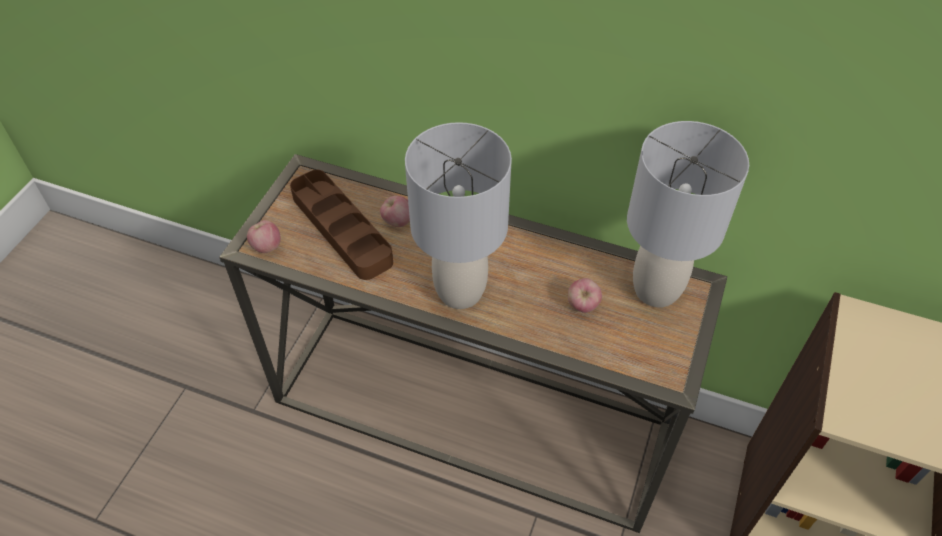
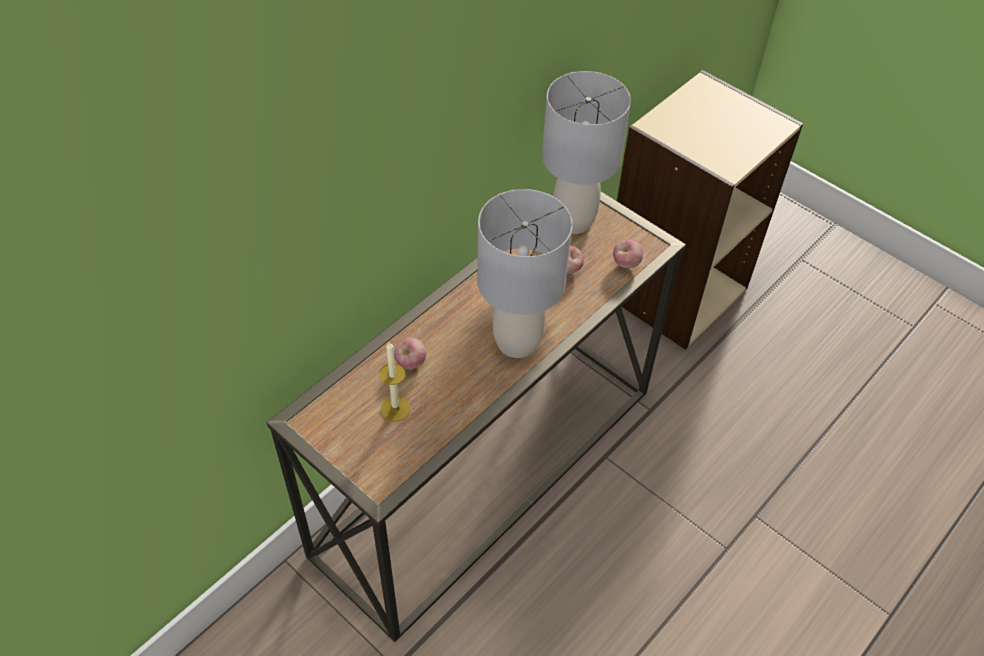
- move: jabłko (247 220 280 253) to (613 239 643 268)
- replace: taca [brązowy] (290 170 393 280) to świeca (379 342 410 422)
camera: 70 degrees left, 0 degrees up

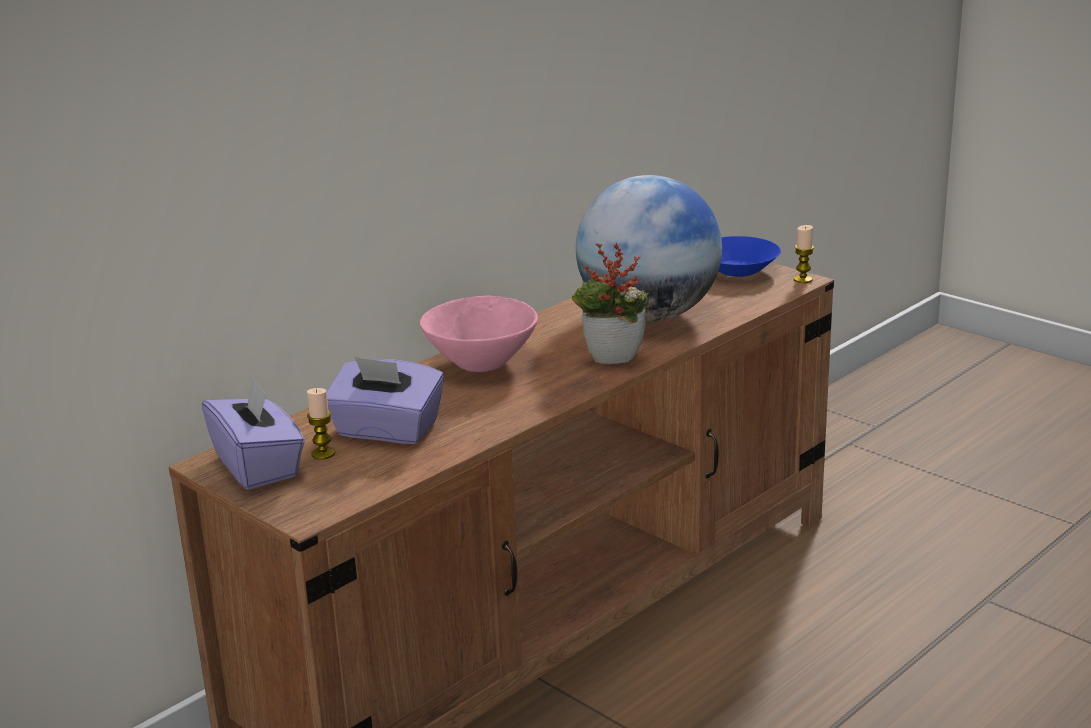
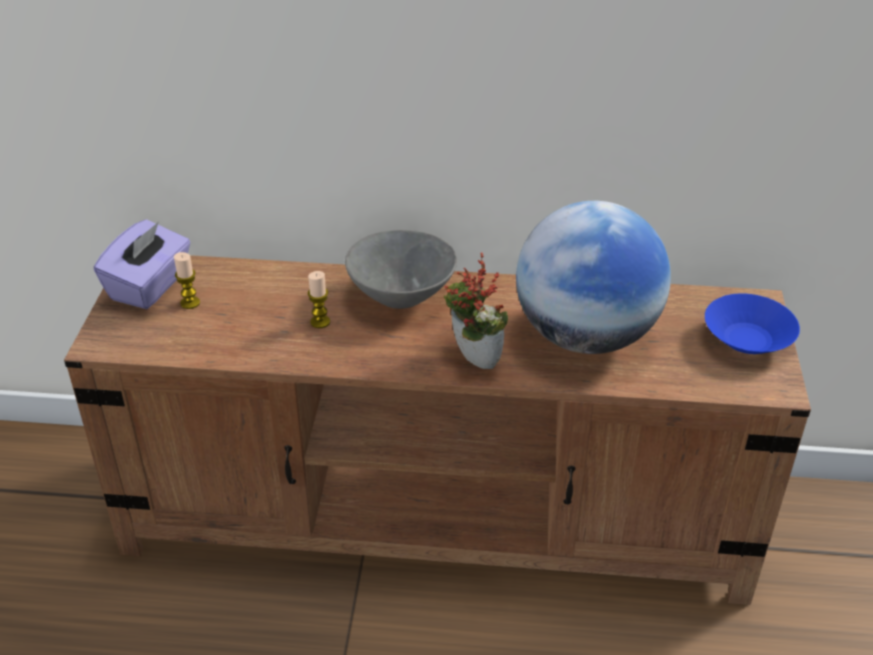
- delete: pudełko chusteczek [fioletowy] (327 356 444 444)
- move: świeca (794 225 814 283) to (308 271 330 328)
- recolor: miska [różowy] (420 296 538 372) to miska [szary] (345 230 457 309)
camera: 50 degrees right, 15 degrees up

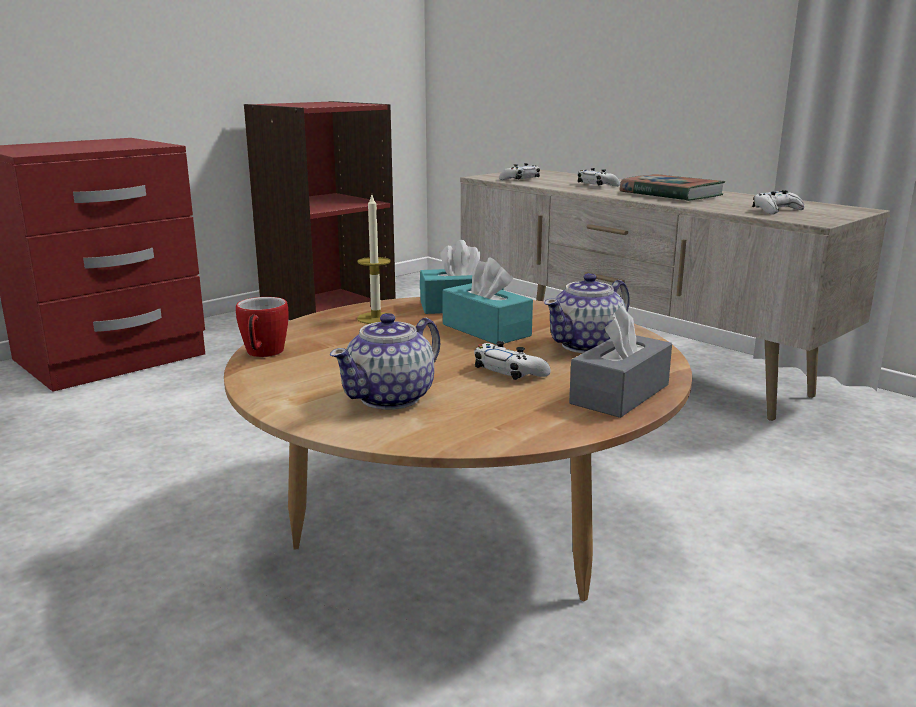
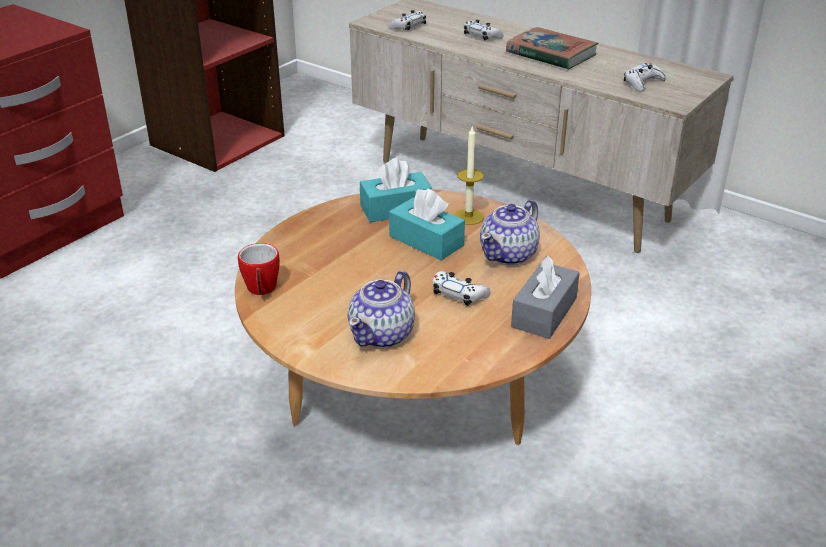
- move: świeca (357 195 391 324) to (454 125 484 225)
camera: 10 degrees left, 15 degrees up

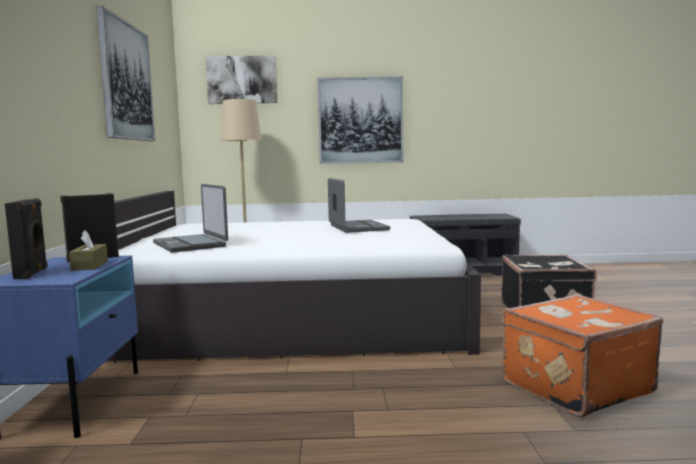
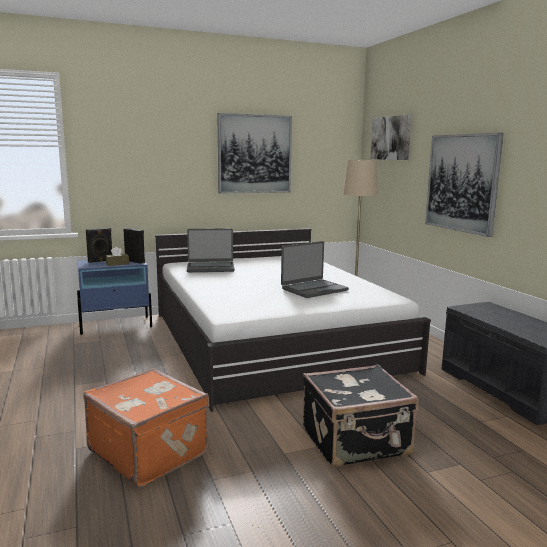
- rotate: laptop (153 184 228 253) = (187 228 235 272) 135 degrees counterclockwise
camera: 70 degrees right, 5 degrees up

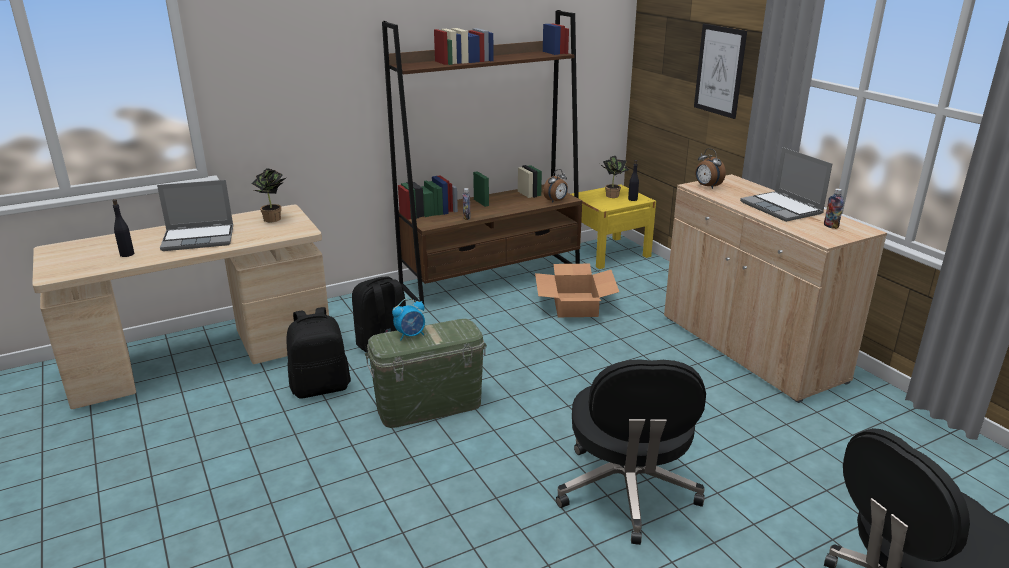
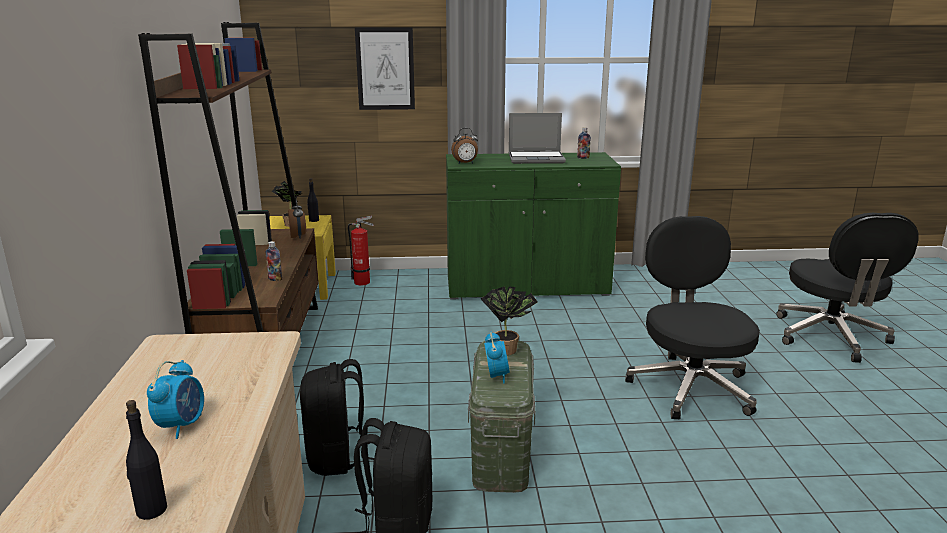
- delete: karton (535 264 619 317)
- insert: gaśnica (348 216 374 285)
- move: roślina doniczkowa (251 168 286 222) to (481 286 538 355)
- replace: laptop (157 180 233 251) to budzik (147 360 204 439)
- recolor: szafka [beżowy] (664 174 887 403) to szafka [zielony] (446 152 621 300)
- rotate: krzesło biurowe [czarny] (556 359 706 545) = (625 216 760 419) 120 degrees counterclockwise
camera: 65 degrees left, 5 degrees down

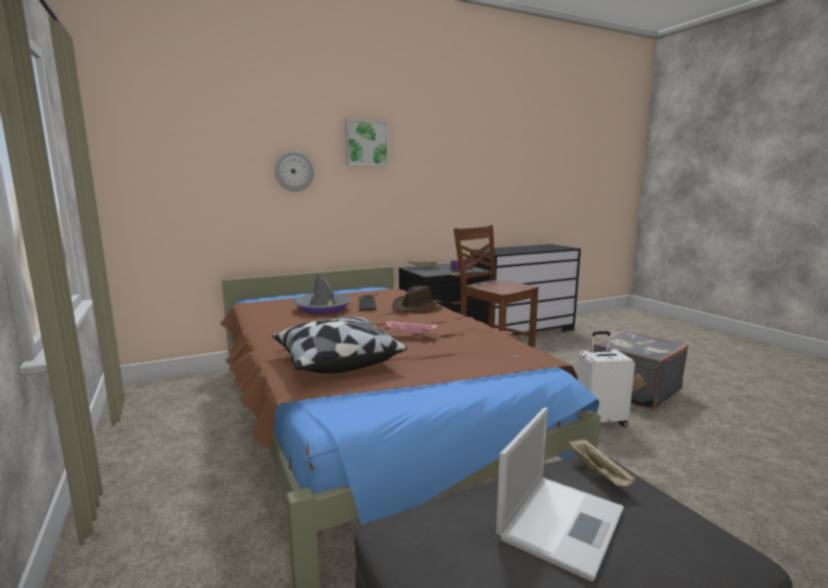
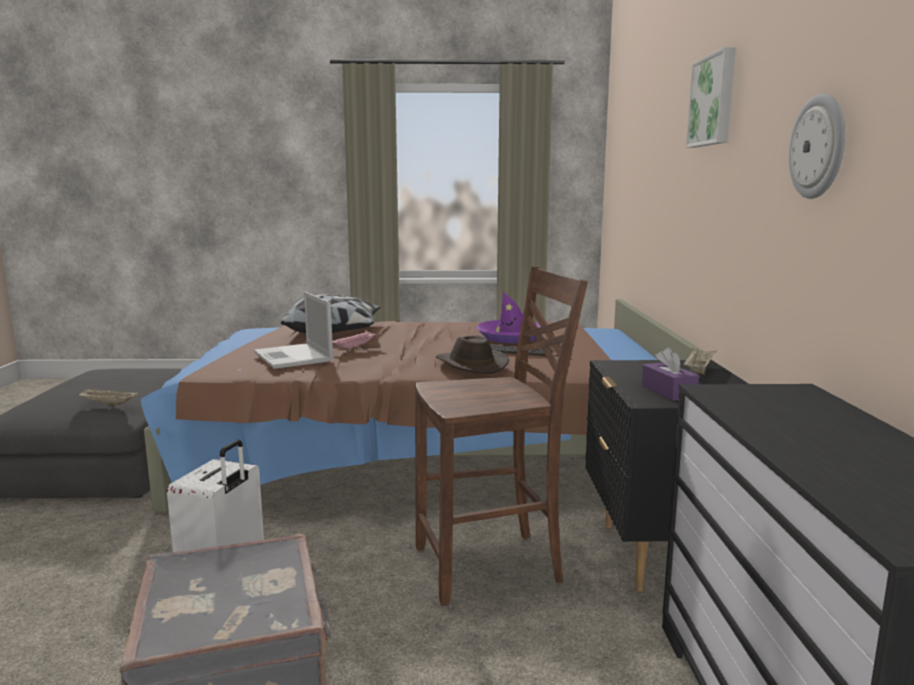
- move: zegar ścienny (275 151 314 192) to (789 94 845 199)
- move: laptop (496 408 624 582) to (254 292 333 369)
- recolor: kapelusz [szary] (293 274 351 314) to kapelusz [fioletowy] (476 292 541 343)
camera: 115 degrees right, 0 degrees up

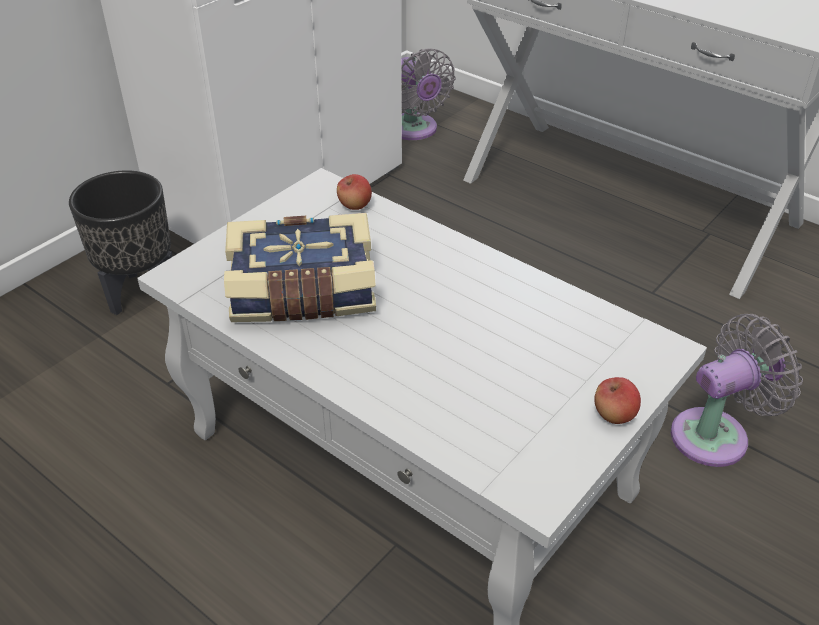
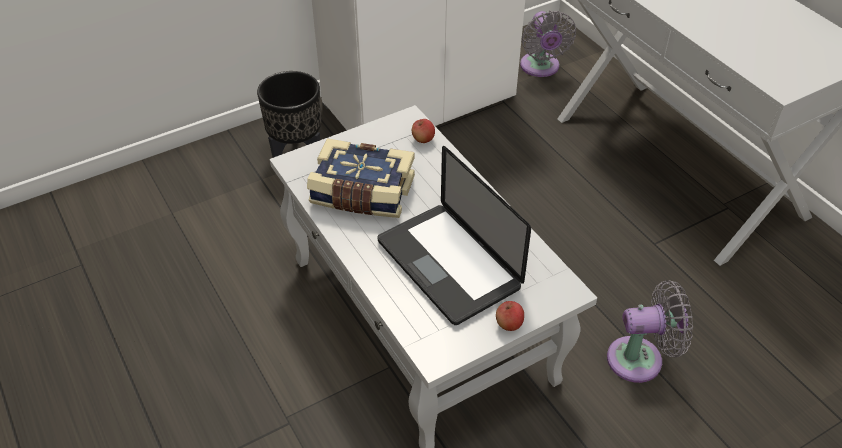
- insert: laptop (377 146 531 325)
camera: 20 degrees right, 5 degrees up

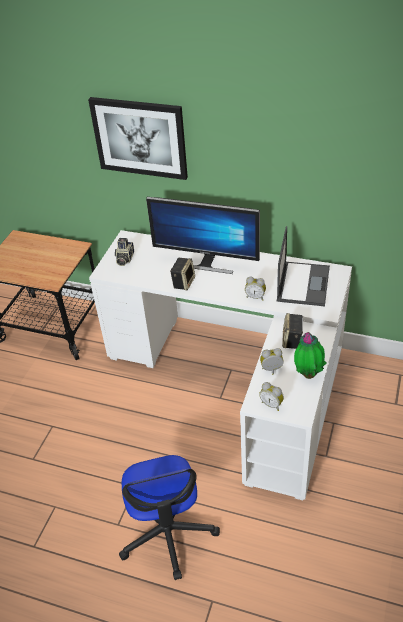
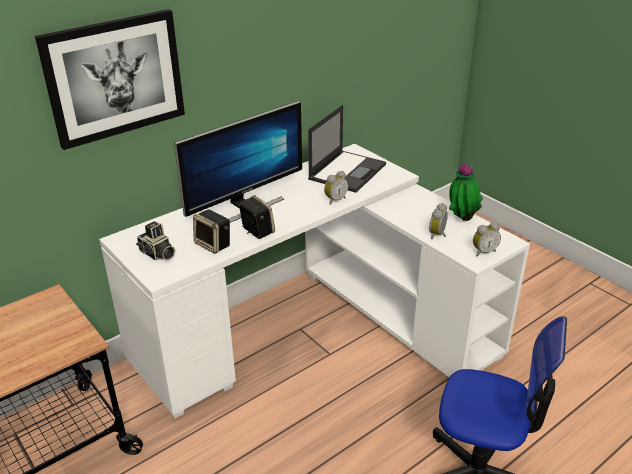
- move: głośnik (282 313 303 349) to (193 209 230 254)
- rotate: laptop (277 226 330 306) = (308 105 386 193) 75 degrees clockwise
camera: 60 degrees left, 10 degrees down

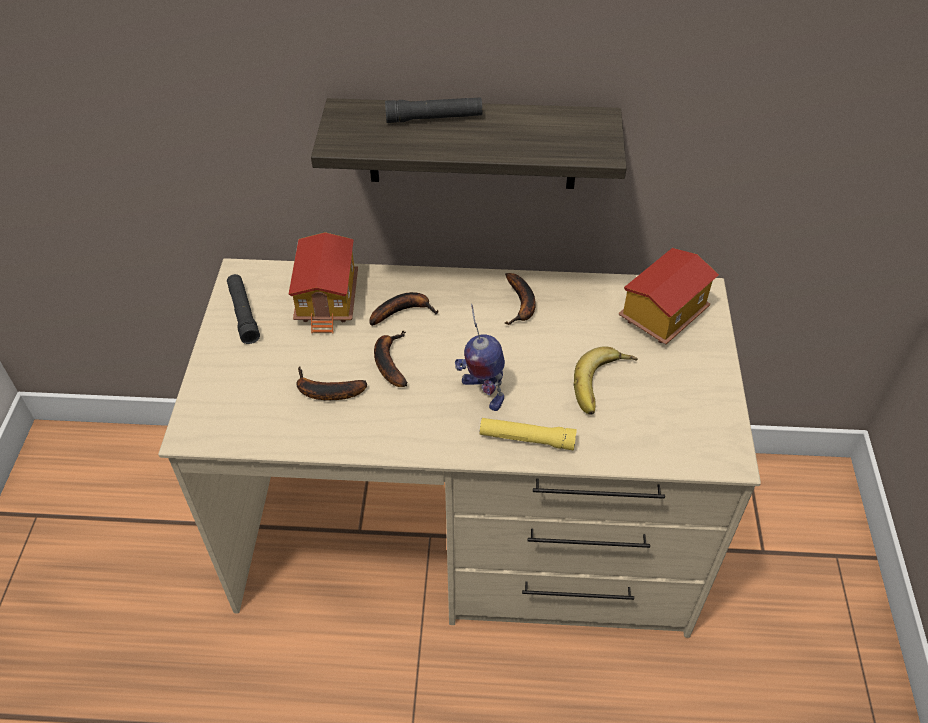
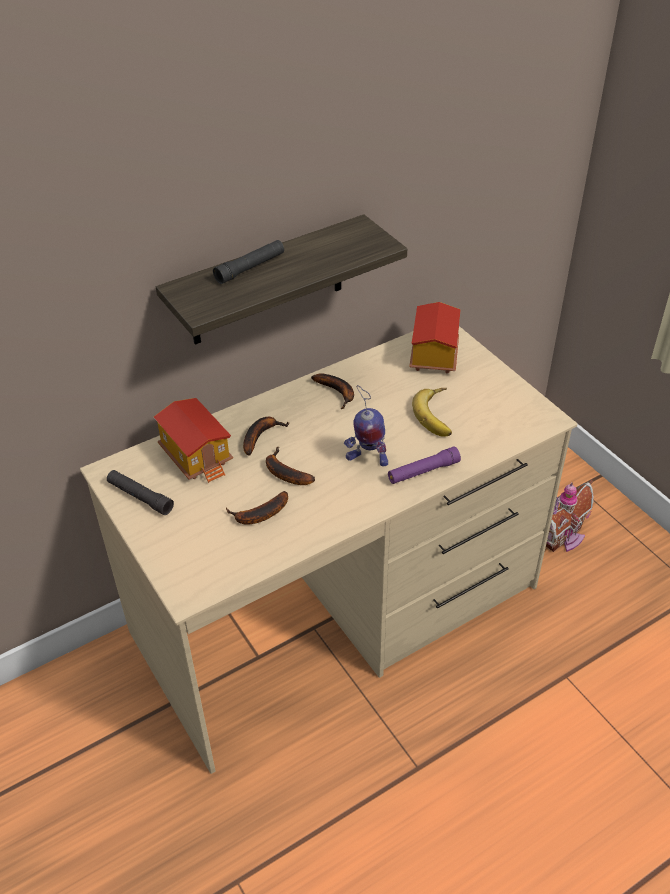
- insert: domek (546 480 594 552)
- recolor: latarka [żółty] (480 418 577 450) to latarka [fioletowy] (388 446 461 484)
camera: 35 degrees left, 5 degrees down

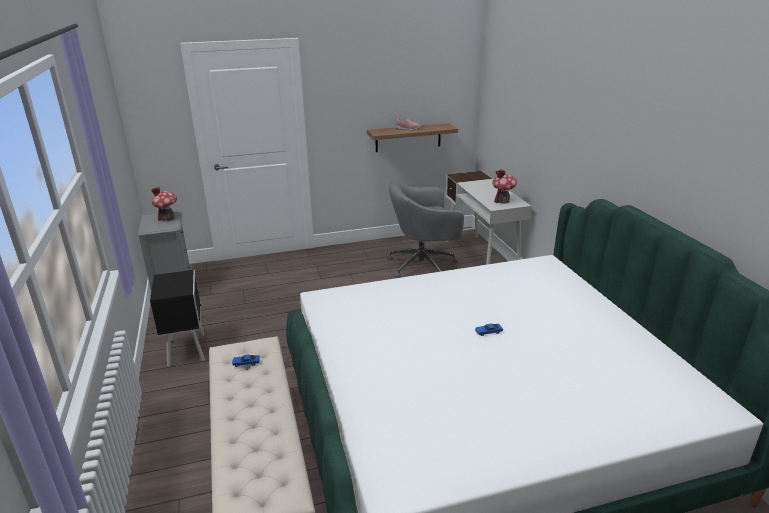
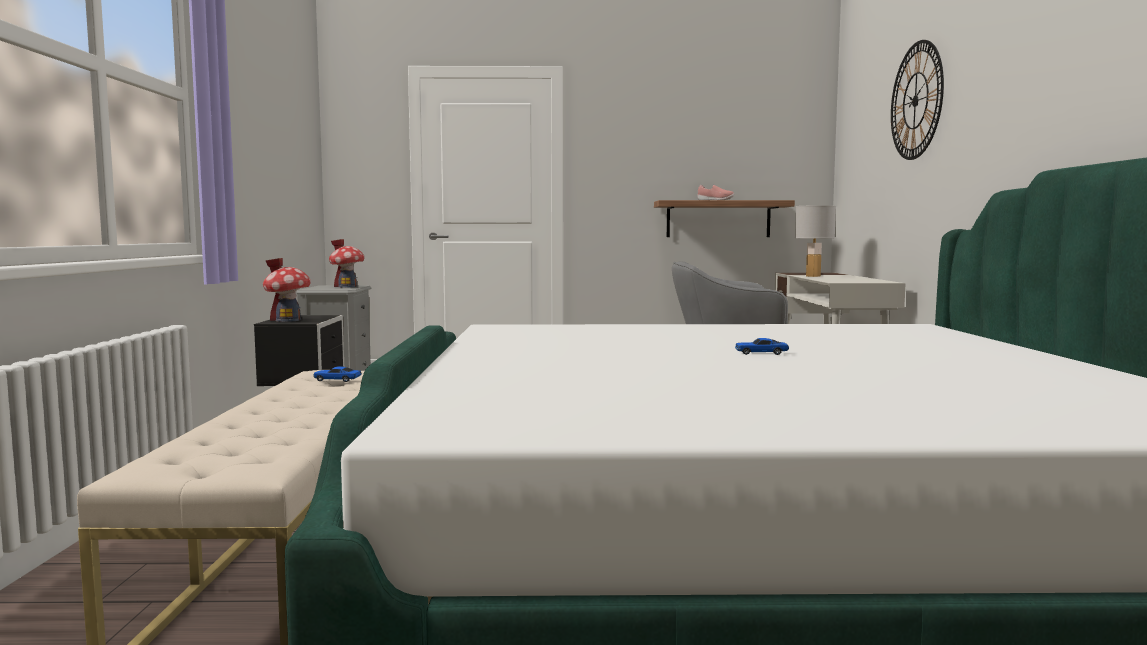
- insert: lampa stołowa [biały] (795 205 836 277)
- insert: zegar ścienny (891 40 944 160)
- move: domek (492 169 517 204) to (263 258 311 322)
camera: 15 degrees right, 20 degrees down

